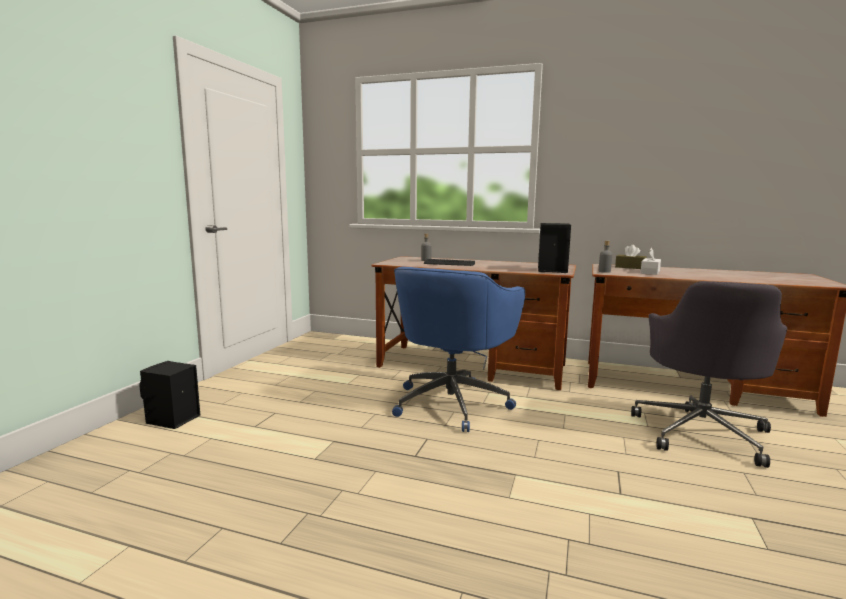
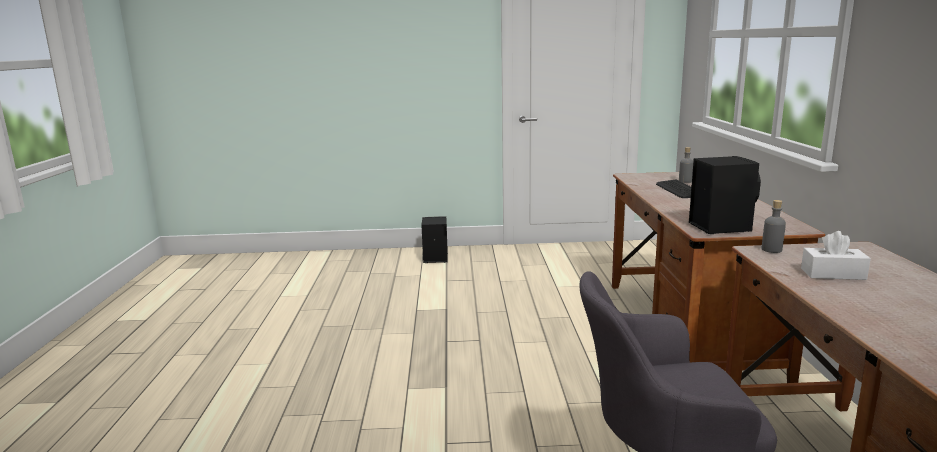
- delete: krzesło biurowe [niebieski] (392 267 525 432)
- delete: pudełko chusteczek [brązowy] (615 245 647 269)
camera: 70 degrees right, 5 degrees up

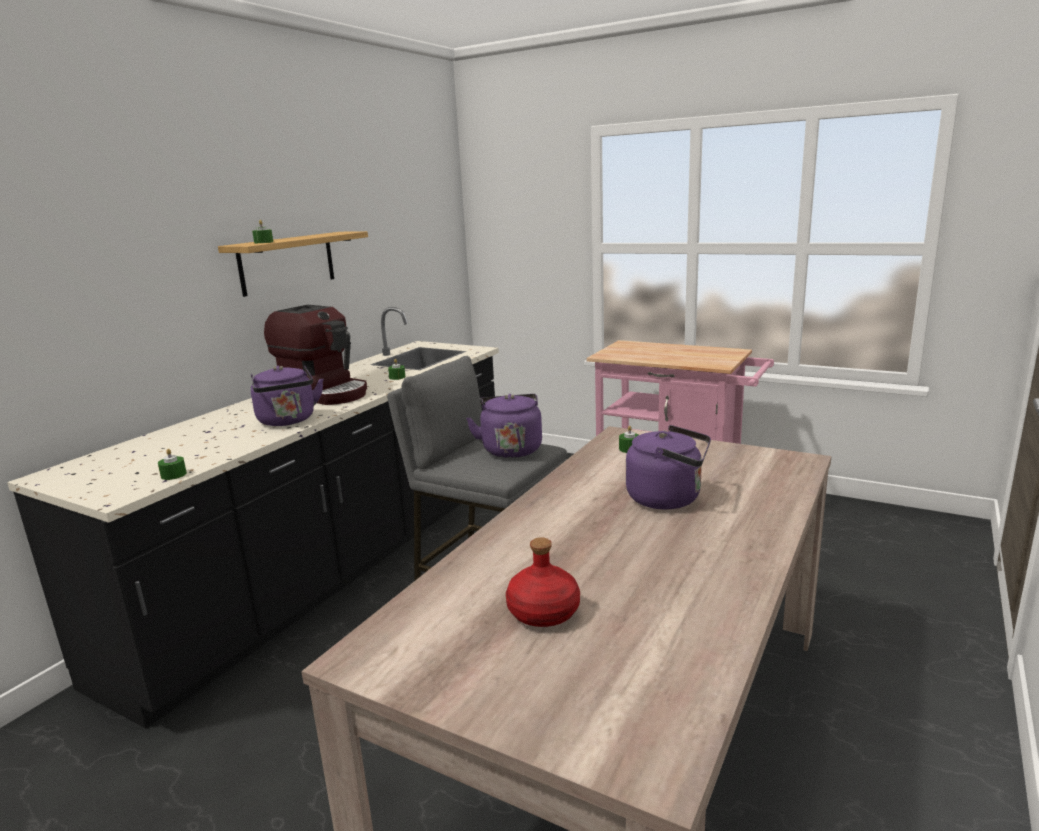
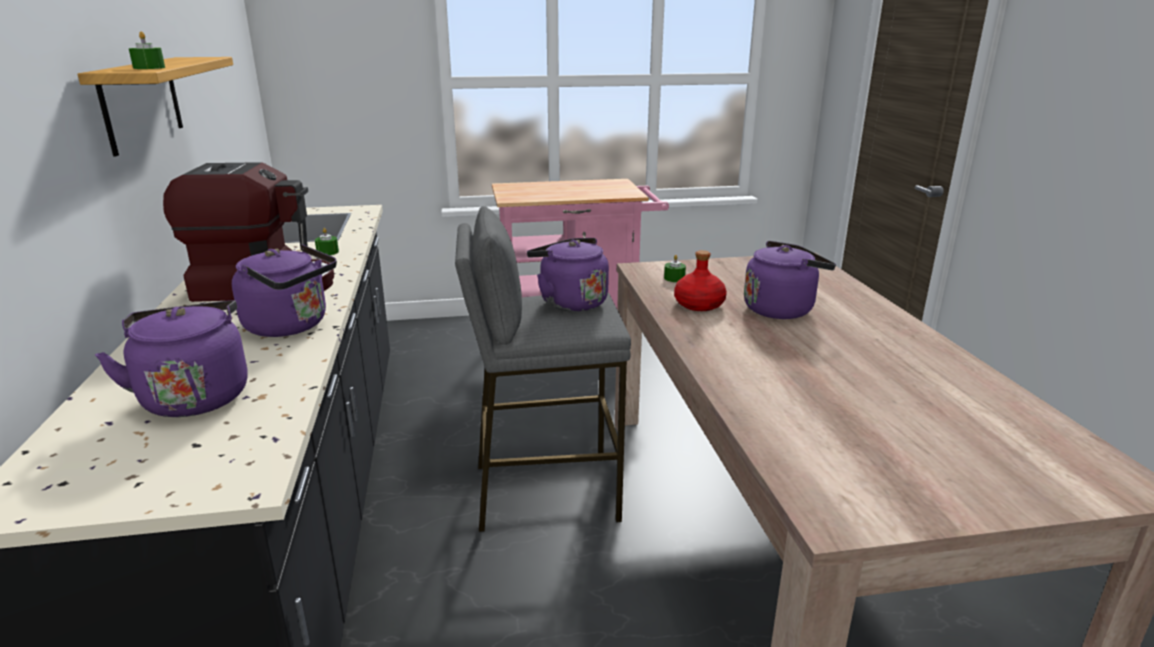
- delete: świeca [zielony] (158 449 187 480)
- insert: czajnik [fioletowy] (95 300 248 417)
- move: butelka [czerwony] (506 537 580 627) to (674 250 727 311)
camera: 40 degrees left, 5 degrees up

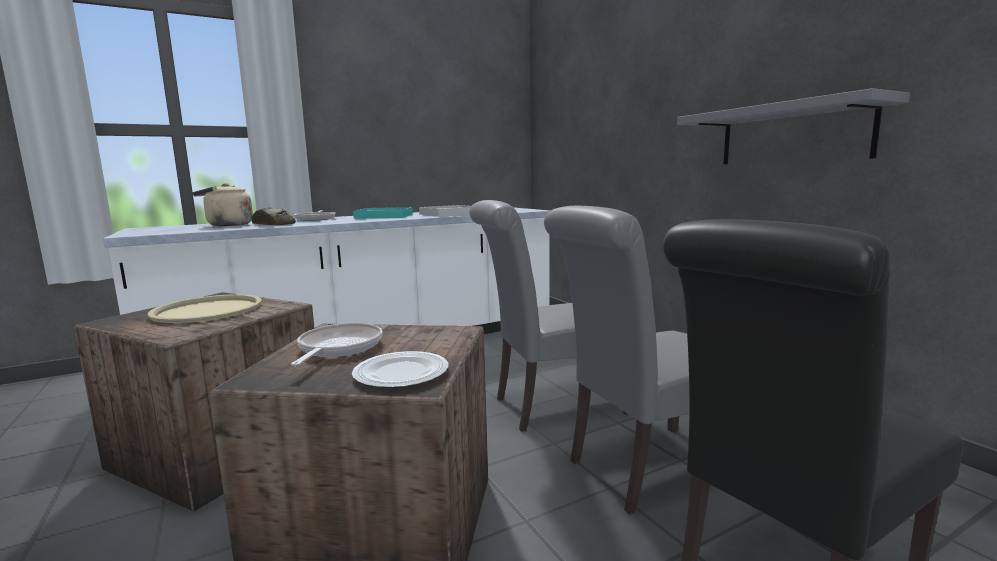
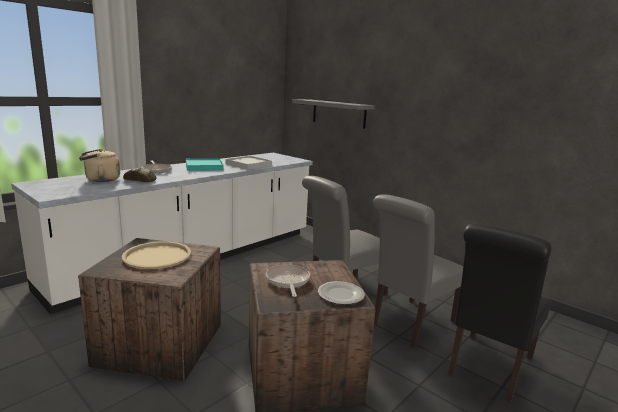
- move: półka [szary] (677 88 910 164) to (292 99 374 129)
camera: 20 degrees left, 5 degrees up

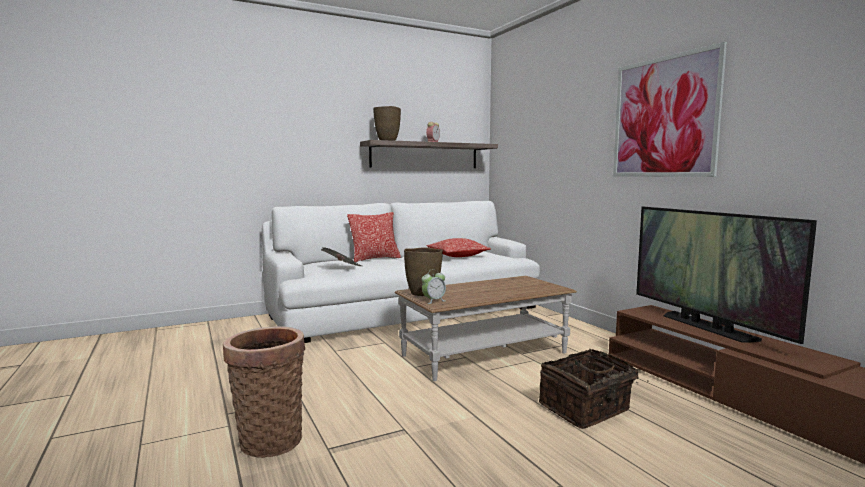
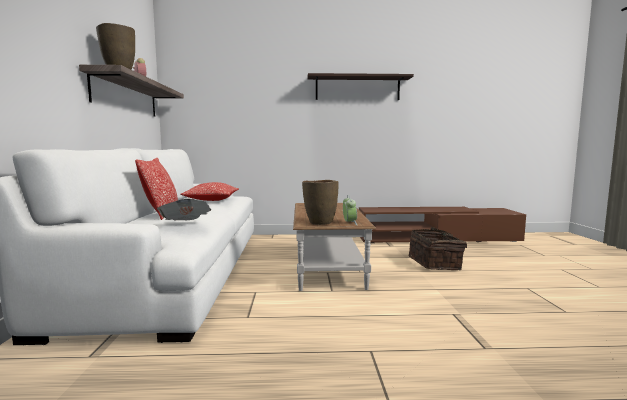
- delete: koszyk (223 326 305 458)
- delete: telewizor (636 207 817 344)
- replace: obraz (613 42 727 177) to półka (307 73 414 100)
camera: 65 degrees left, 0 degrees up

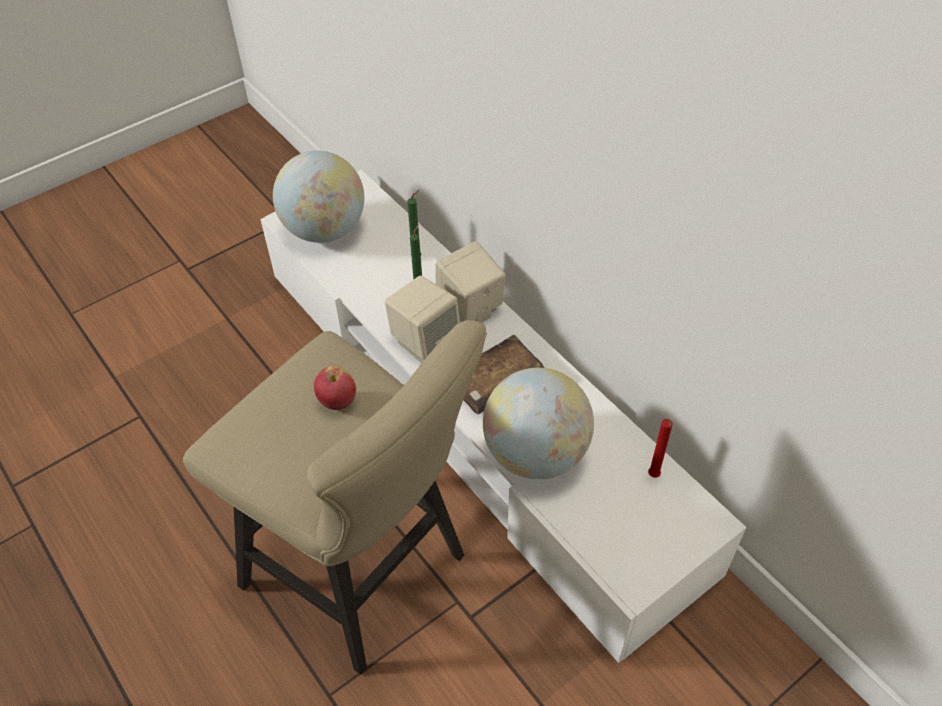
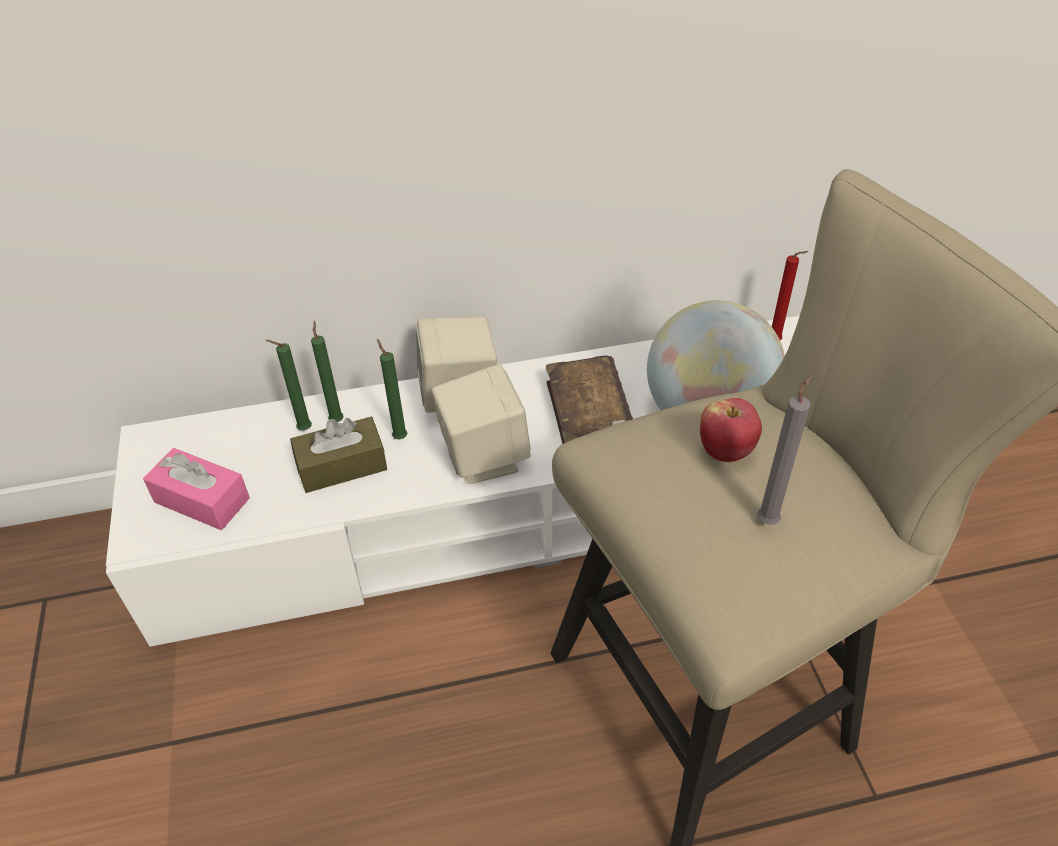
- insert: świeca [zielony] (266 340 312 430)
- insert: pudełko chusteczek [brązowy] (290 417 387 493)
- insert: świeca [szary] (757 374 812 525)
- replace: globus (273 151 364 243) to pudełko chusteczek [różowy] (143 448 250 530)
camera: 65 degrees left, 5 degrees down

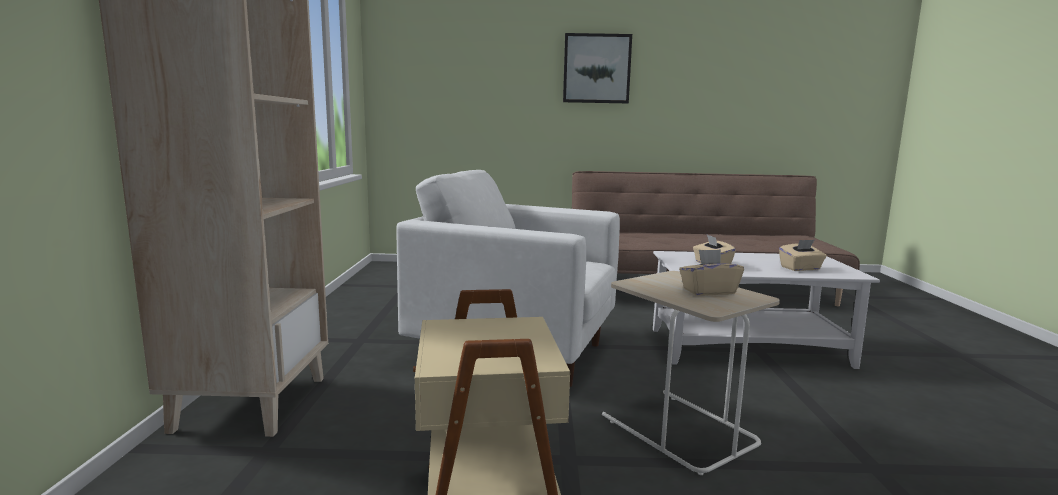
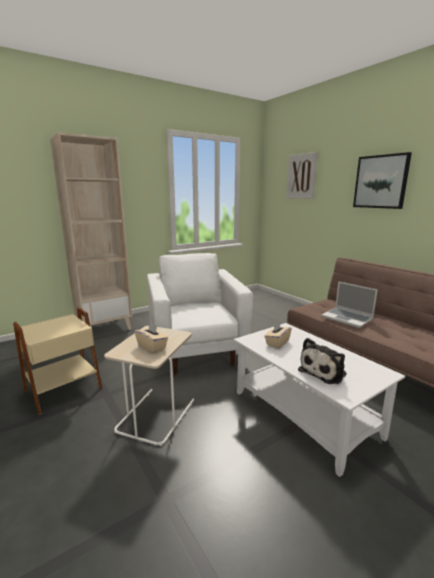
- insert: obraz (286 152 318 199)
- insert: laptop (321 281 378 328)
- replace: pudełko chusteczek [beżowy] (779 240 827 271) to pluszak (298 338 347 384)
camera: 55 degrees right, 5 degrees up

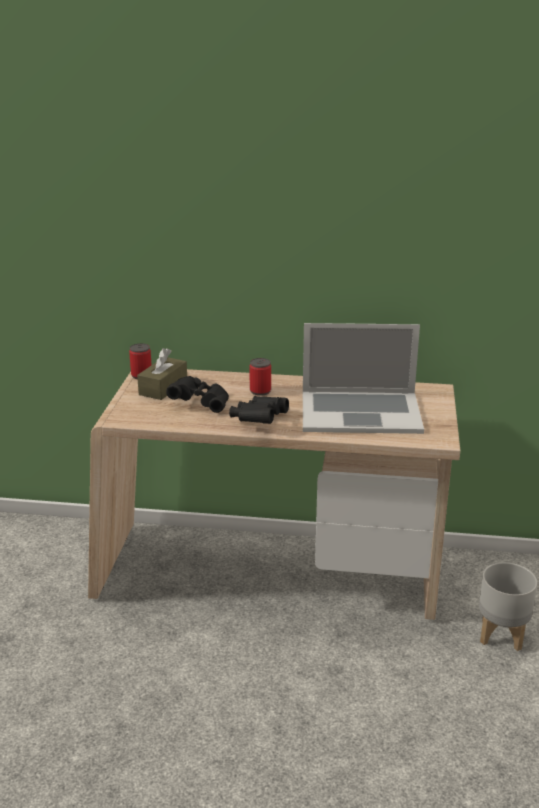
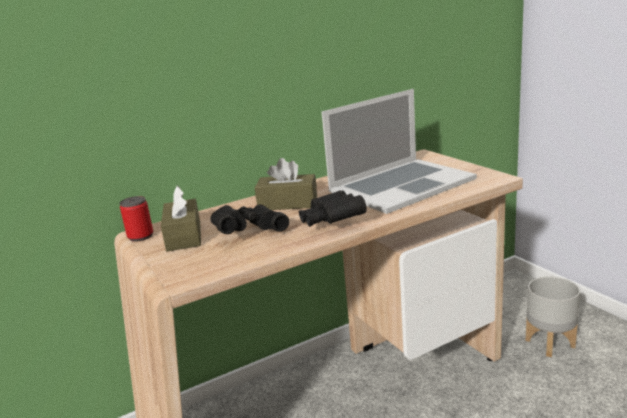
- replace: puszka (249 358 271 396) to pudełko chusteczek [brązowy] (255 158 317 210)
camera: 35 degrees left, 5 degrees down

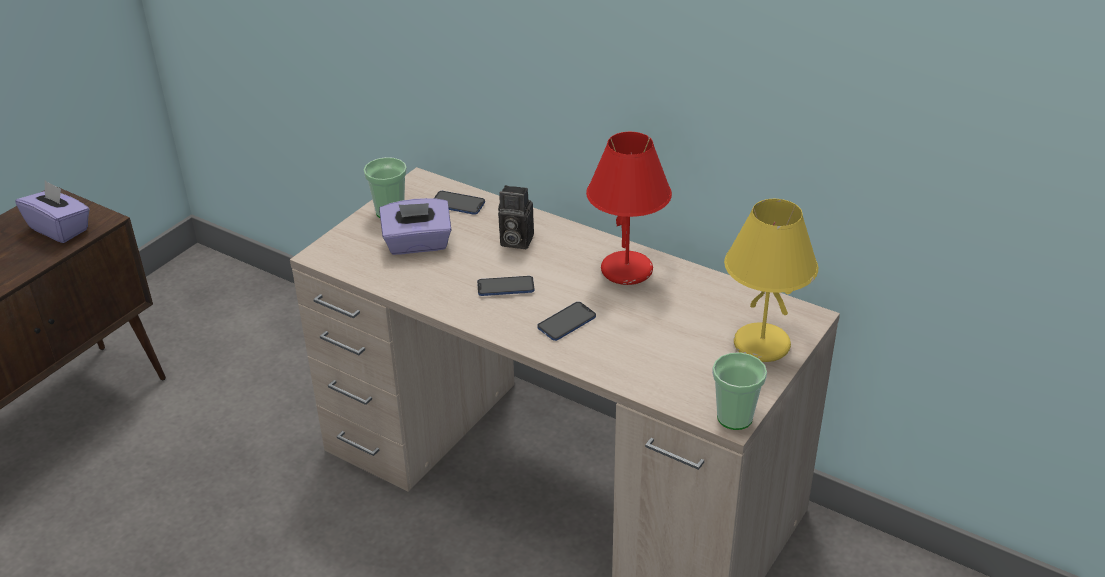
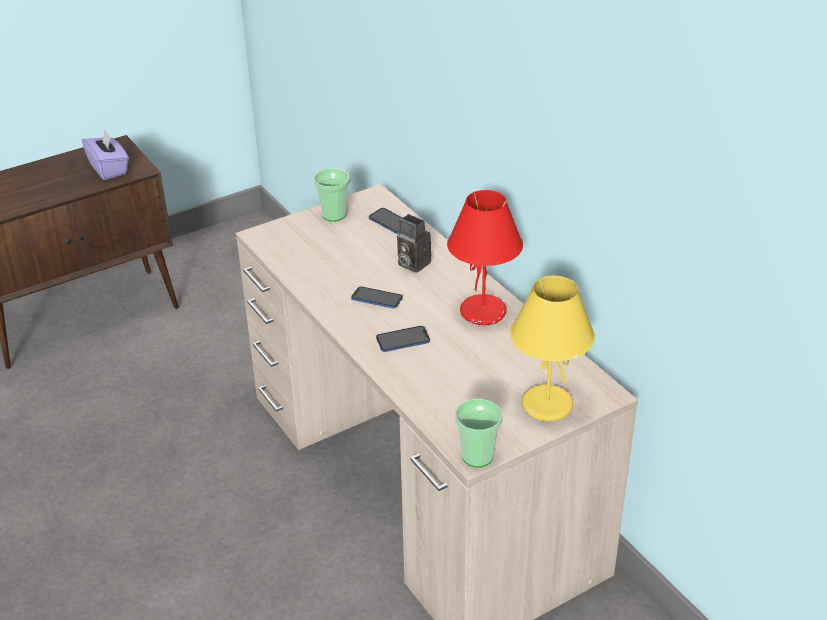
- delete: pudełko chusteczek [fioletowy] (379 198 451 255)
camera: 25 degrees right, 0 degrees up

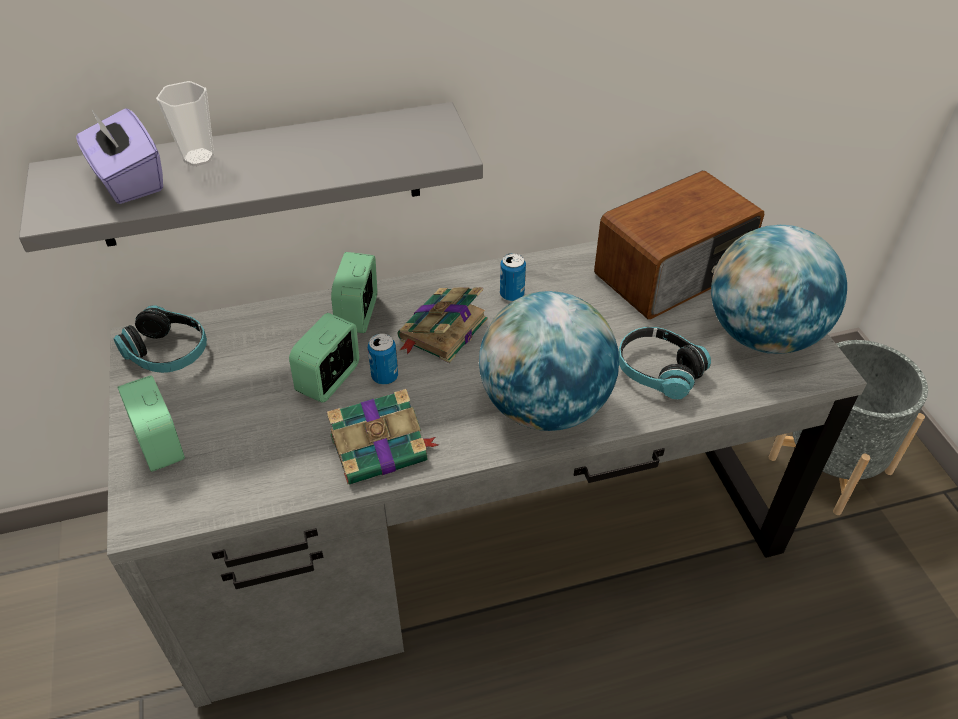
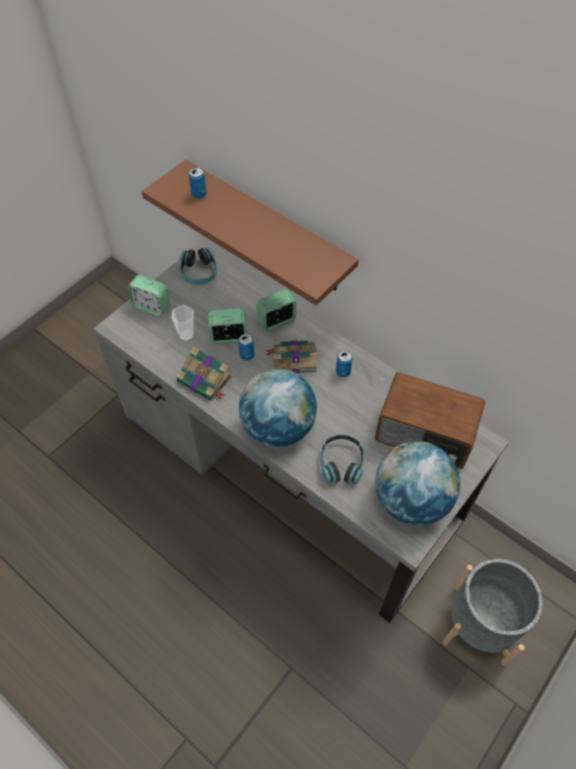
- move: filiżanka (156 81 214 166) to (171 305 194 342)
- replace: pudełko chusteczek [fioletowy] (76 108 163 204) to puszka (189 168 207 199)
- recolor: półka [szary] (19 102 483 252) to półka [brązowy] (142 160 359 306)
- rotate: budzik (118 375 185 472) = (128 275 170 316) 90 degrees counterclockwise
camera: 55 degrees right, 10 degrees up

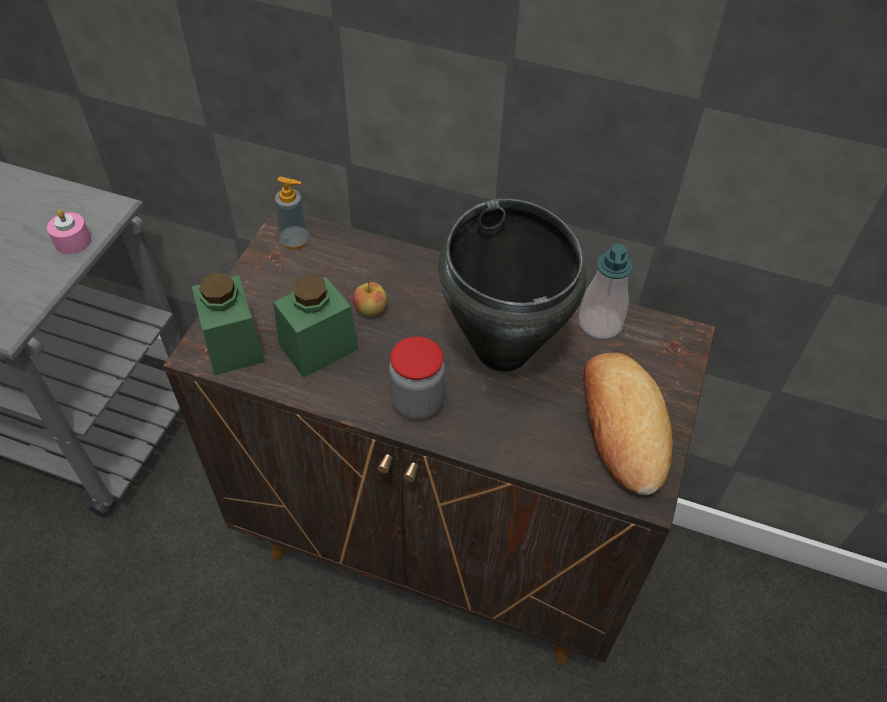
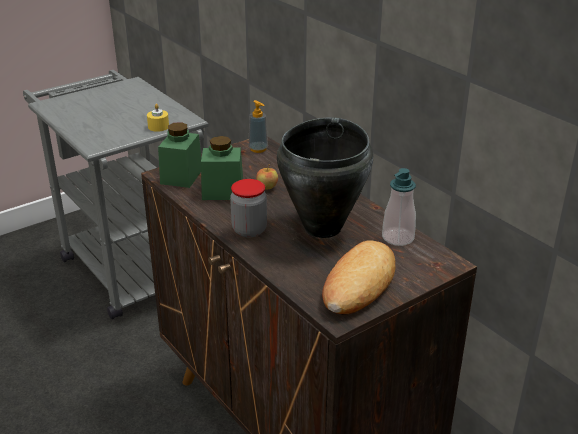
- recolor: świeca [różowy] (47 210 91 254) to świeca [żółty] (147 104 169 132)
camera: 35 degrees right, 20 degrees down

